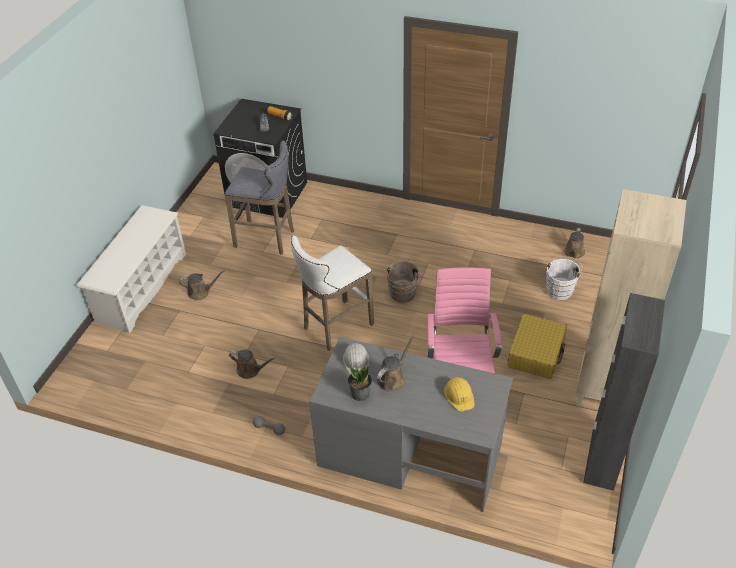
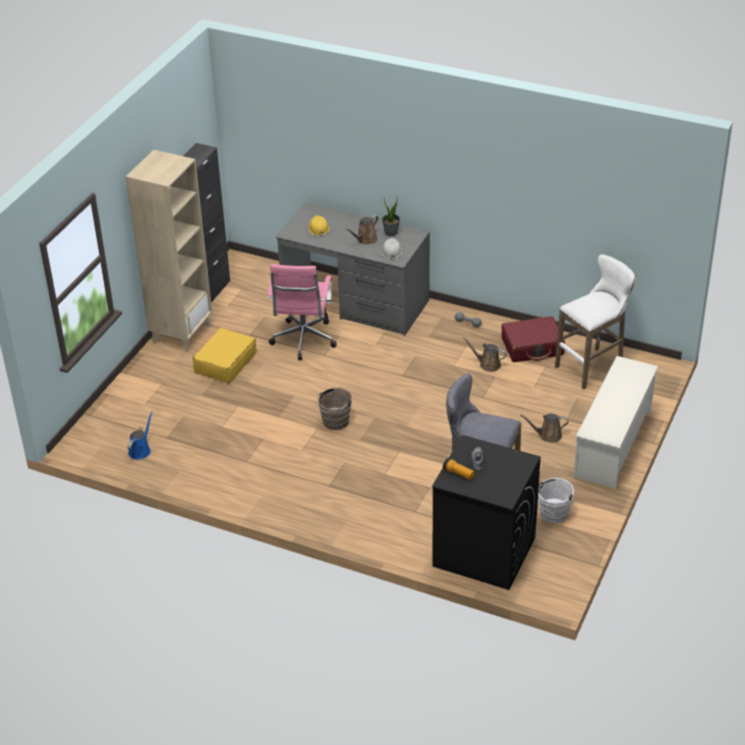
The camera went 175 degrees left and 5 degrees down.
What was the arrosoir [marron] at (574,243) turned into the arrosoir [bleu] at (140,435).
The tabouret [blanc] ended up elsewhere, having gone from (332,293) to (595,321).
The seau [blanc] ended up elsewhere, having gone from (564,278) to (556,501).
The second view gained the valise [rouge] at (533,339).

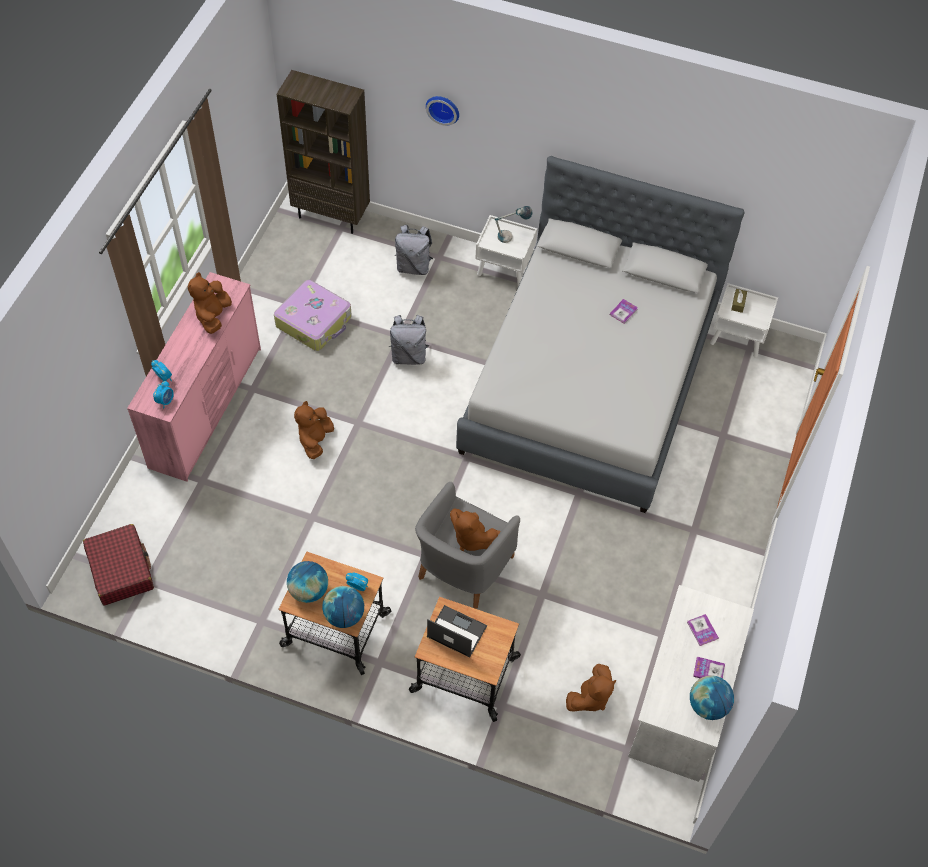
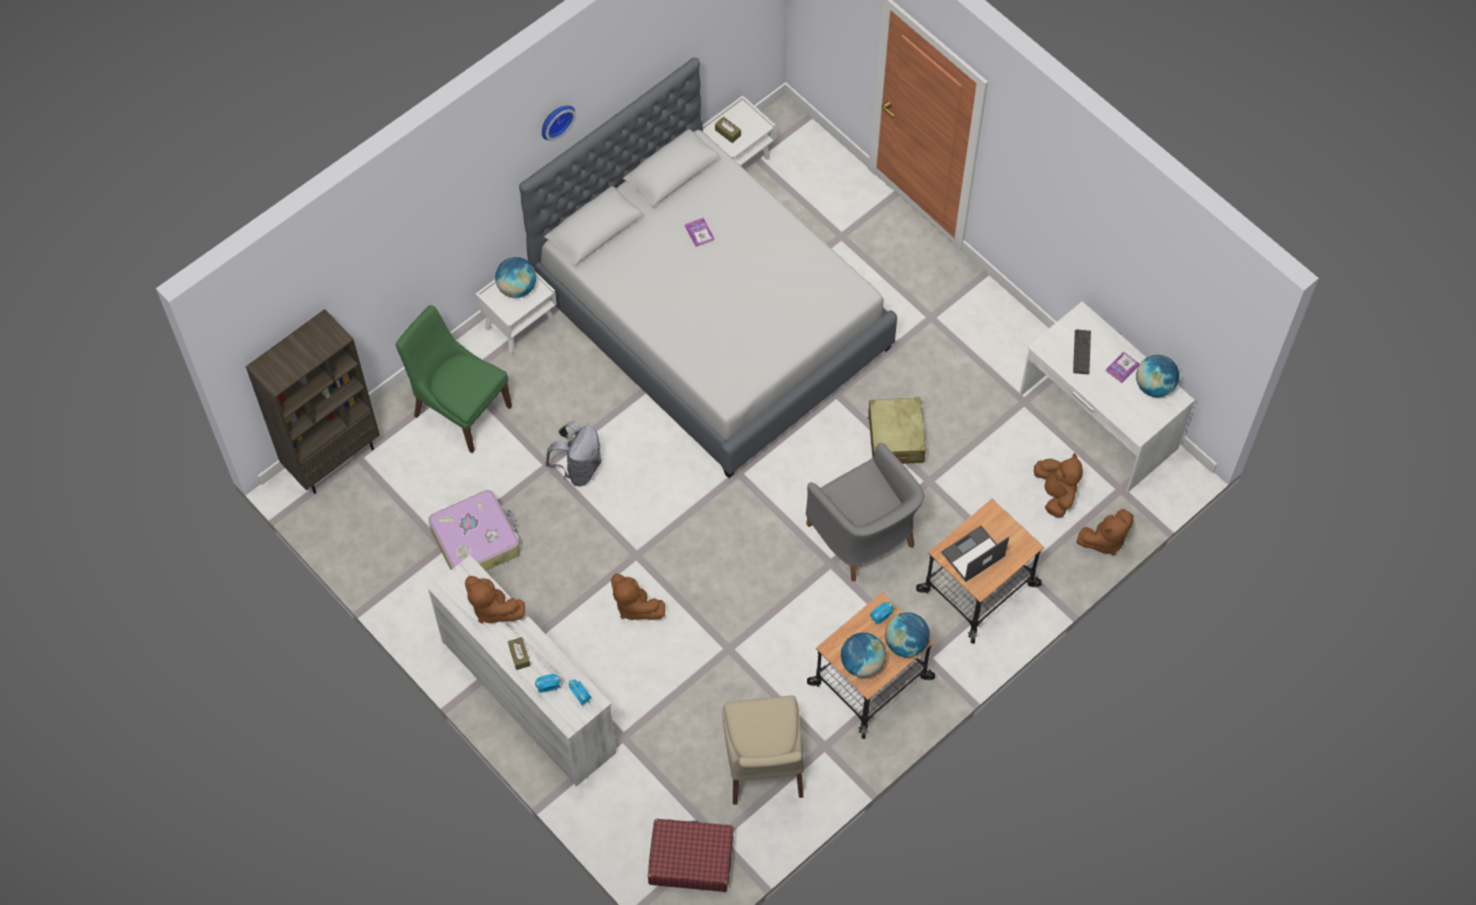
The camera went 60 degrees left and 5 degrees up.
The horloge murale ended up elsewhere, having gone from (442,111) to (559,123).
Where the lampe de table stood at (513,224), the globe came to stand at (515,277).
Where the sac à dos [gris] stood at (414,250), the chaise [vert] came to stand at (454,379).
What was the commode [rose] at (194,377) turned into the commode [blanc] at (522,670).
The peluche [marron] ended up elsewhere, having gone from (475,529) to (1105,532).
Where the livre stood at (703,630), the clavier came to stand at (1082,351).
The second view gained the valise [beige] at (896,430).
The second view gained the boîte à mouchoirs [marron] at (519,653).
The second view gained the chaise [beige] at (763,750).

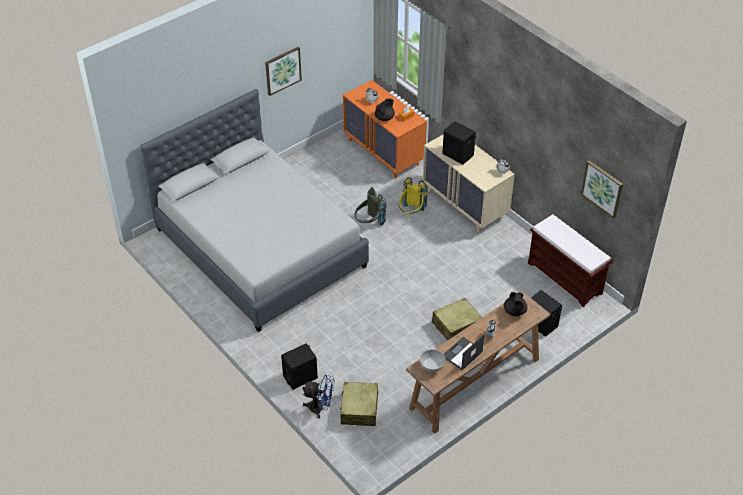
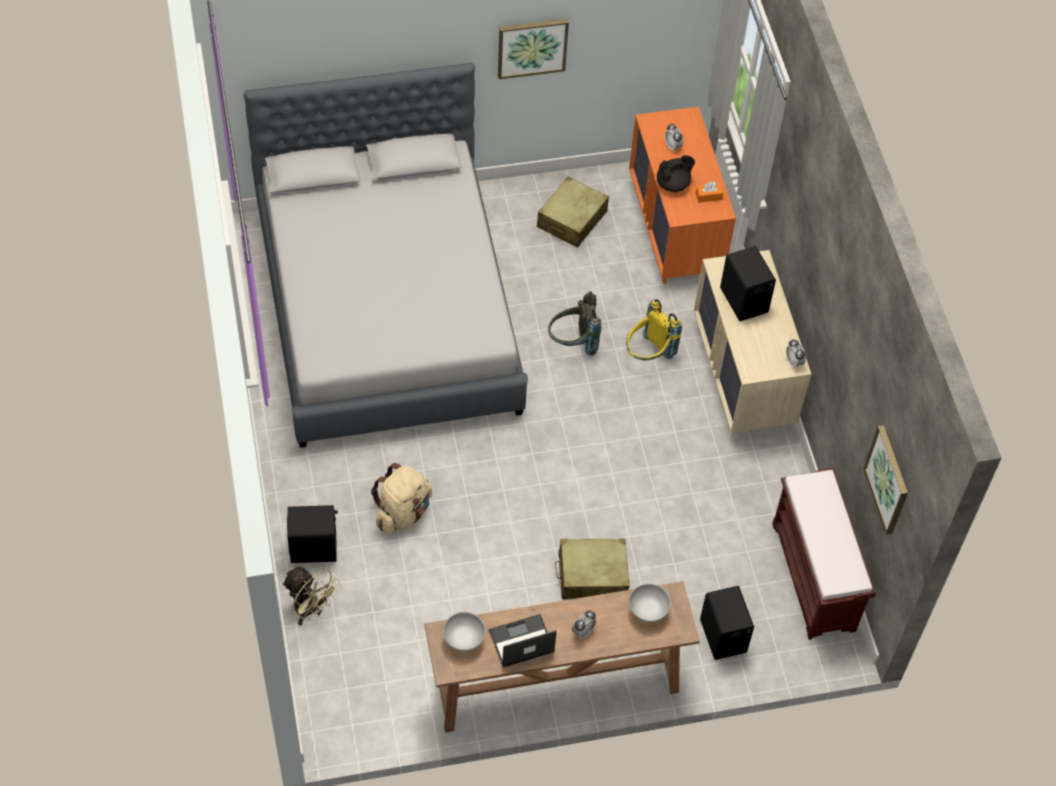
The camera went 25 degrees right and 10 degrees up.
Where the théière [noir] stood at (516,304), the bol [blanc] came to stand at (650,603).
What was the ventilateur [bleu] at (318,396) turned into the ventilateur [beige] at (311,596).
The valise [beige] ended up elsewhere, having gone from (359,404) to (573,212).
The second view gained the sac à dos [beige] at (401,498).

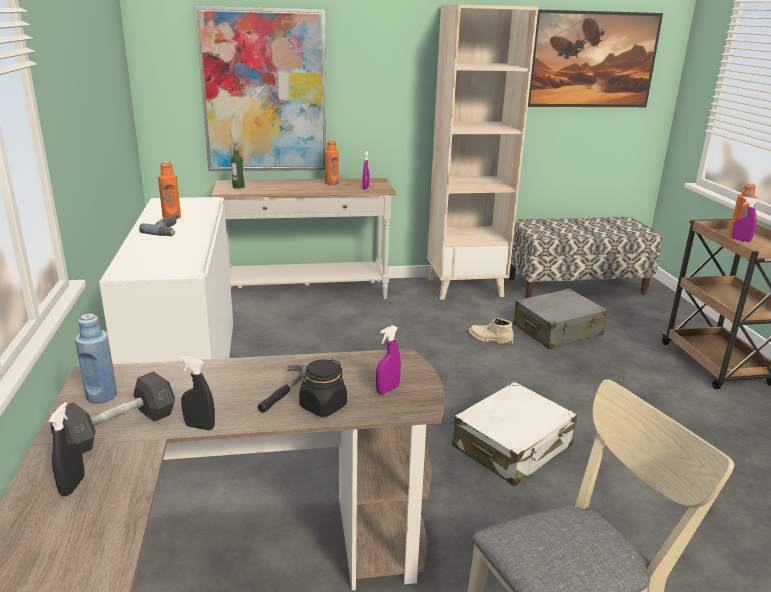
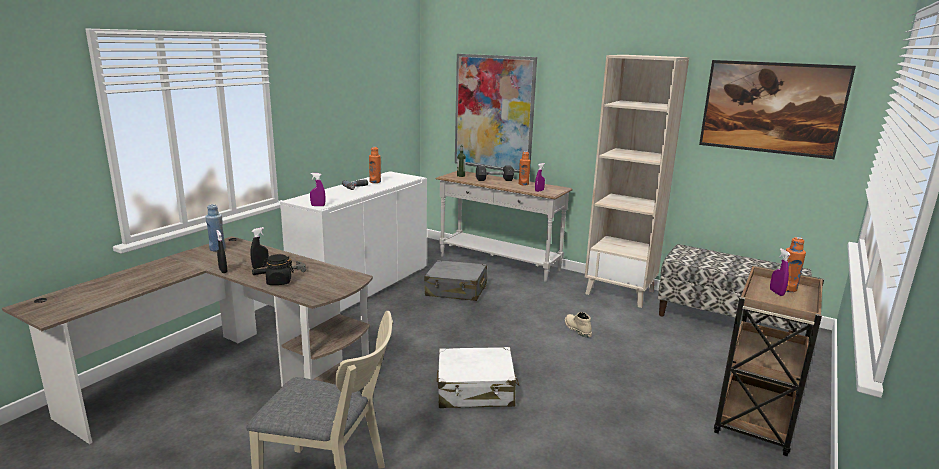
The camera went 40 degrees right and 5 degrees down.
The valise [gris] ended up elsewhere, having gone from (560,318) to (455,280).
The vaporisateur [violet] ended up elsewhere, having gone from (388,359) to (317,189).
The haltère [gris] ended up elsewhere, having gone from (113,412) to (495,173).
The vaporisateur [noir] ended up elsewhere, having gone from (66,449) to (259,248).

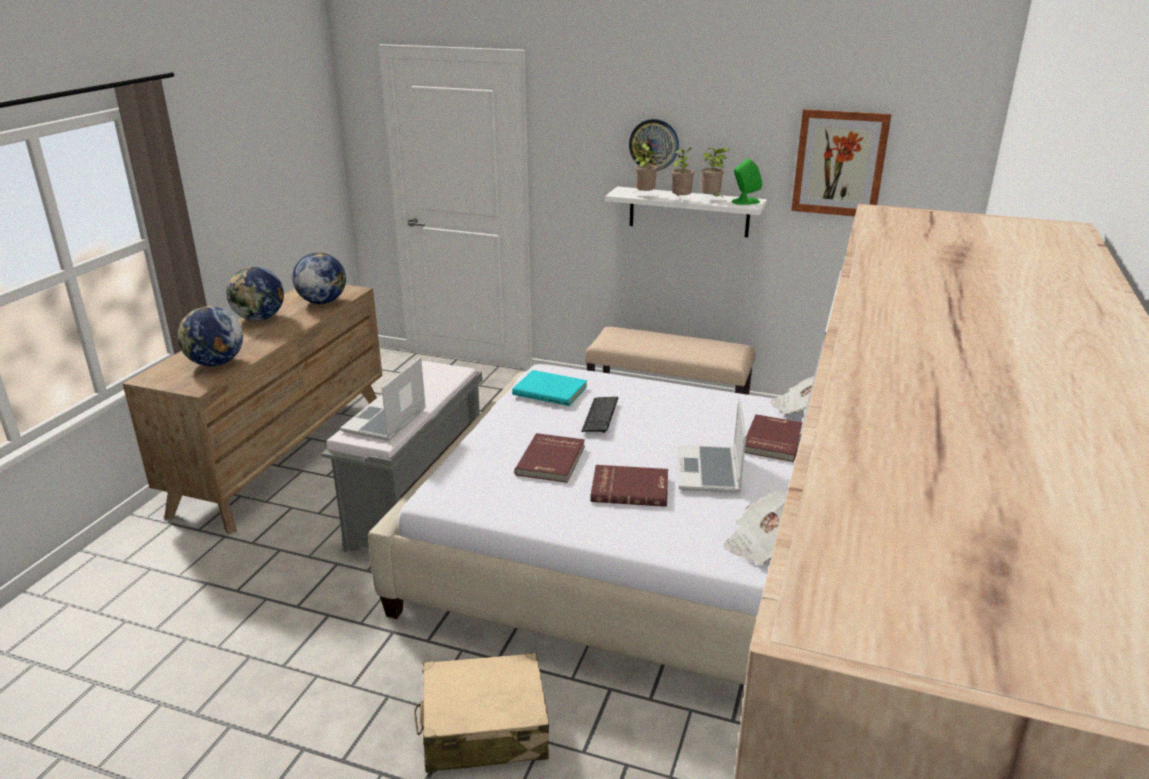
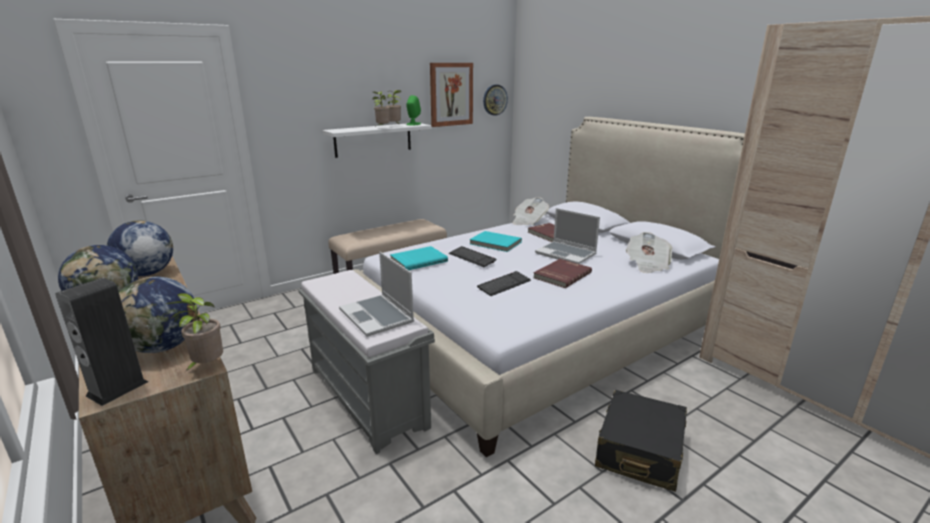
The camera went 55 degrees left and 5 degrees down.
The horloge murale ended up elsewhere, having gone from (654,145) to (495,100).
The plante en pot ended up elsewhere, having gone from (644,168) to (194,332).
Where the livre [rouge] stood at (549,458), the clavier came to stand at (504,283).
What was the valise [beige] at (481,713) turned into the valise [noir] at (641,441).
The second view gained the livre [turquoise] at (495,241).
The second view gained the enceinte at (102,342).

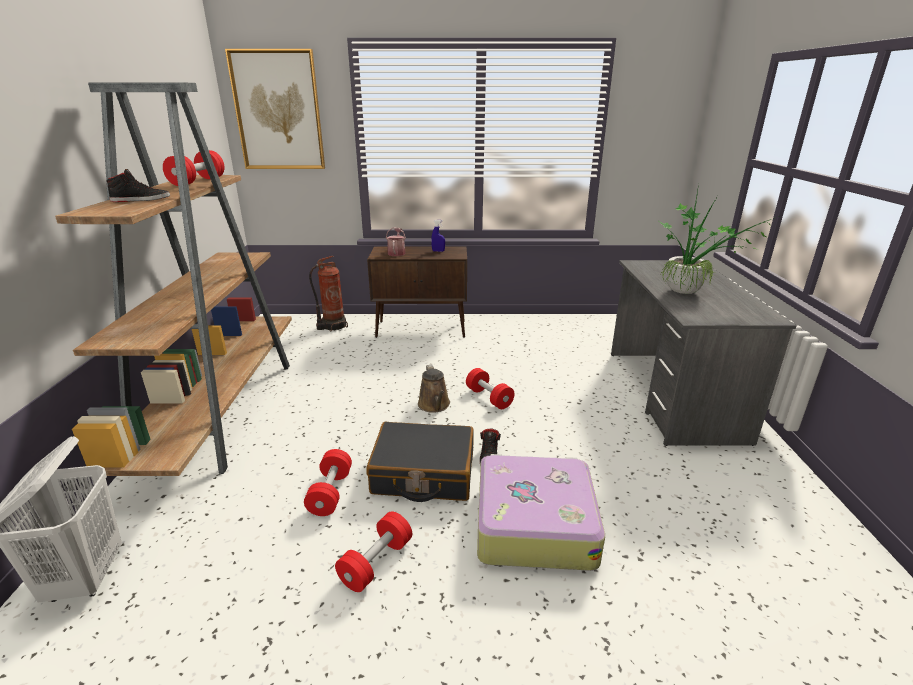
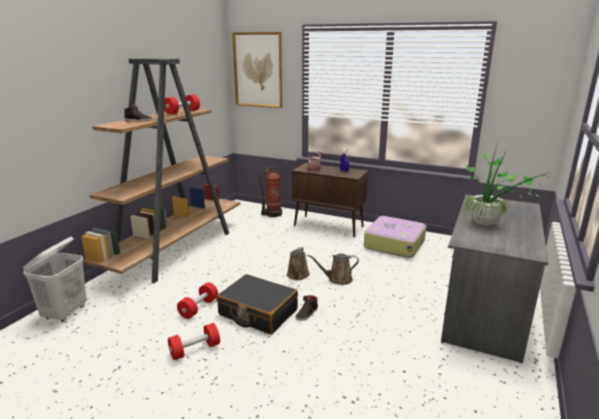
The camera went 25 degrees right and 5 degrees down.
Where the haltère [rouge] stood at (490,388), the arrosoir [marron] came to stand at (333,269).
The valise ended up elsewhere, having gone from (541,512) to (395,237).

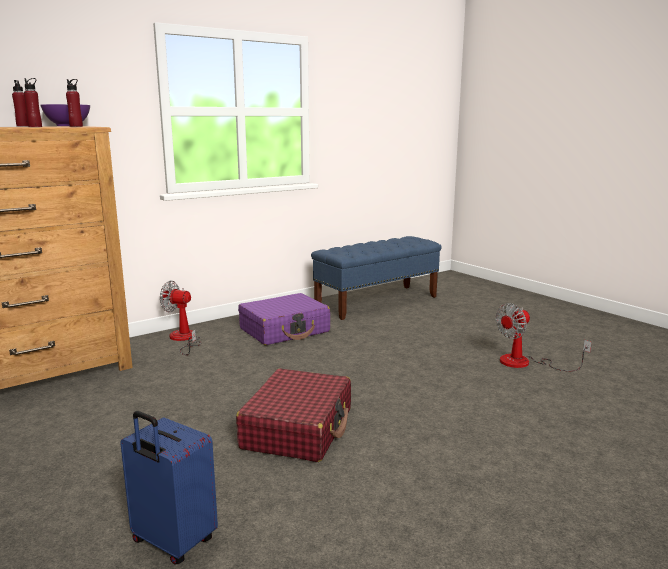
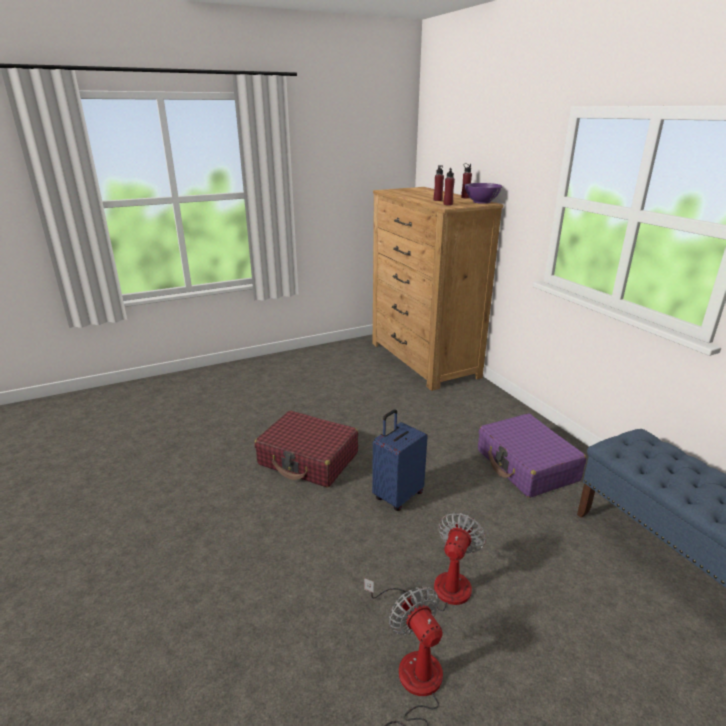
The camera went 100 degrees right and 10 degrees up.
The ventilateur ended up elsewhere, having gone from (180,318) to (425,561).
The valise [bleu] ended up elsewhere, having gone from (169,488) to (400,460).

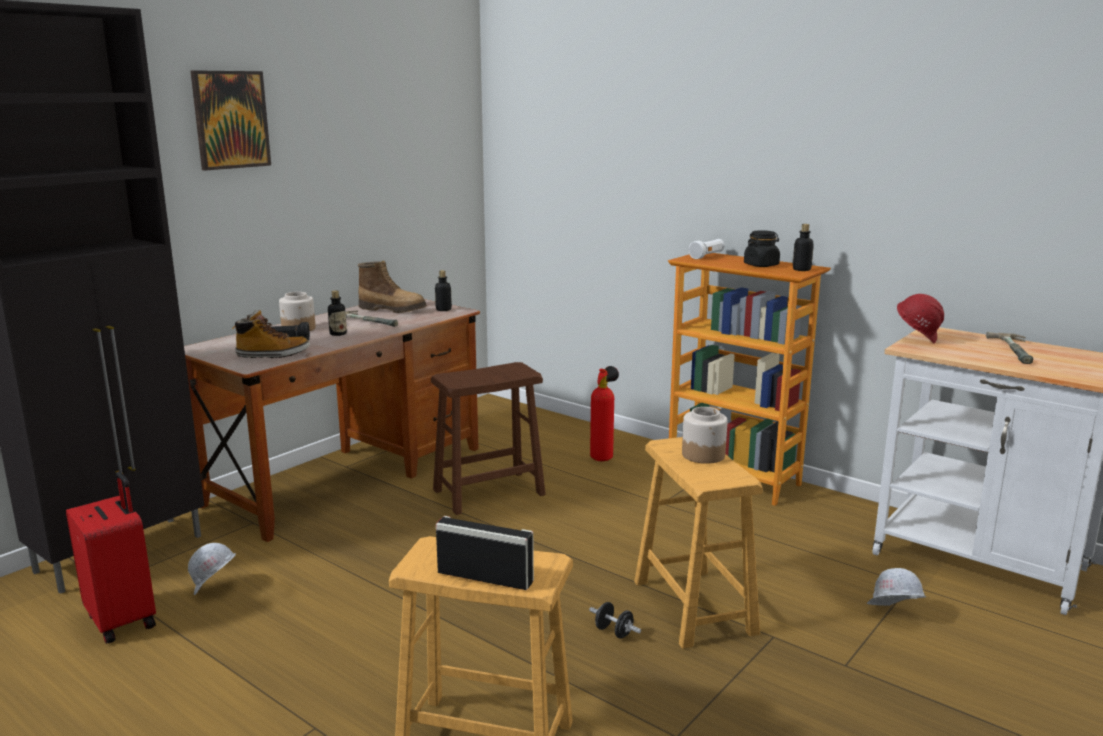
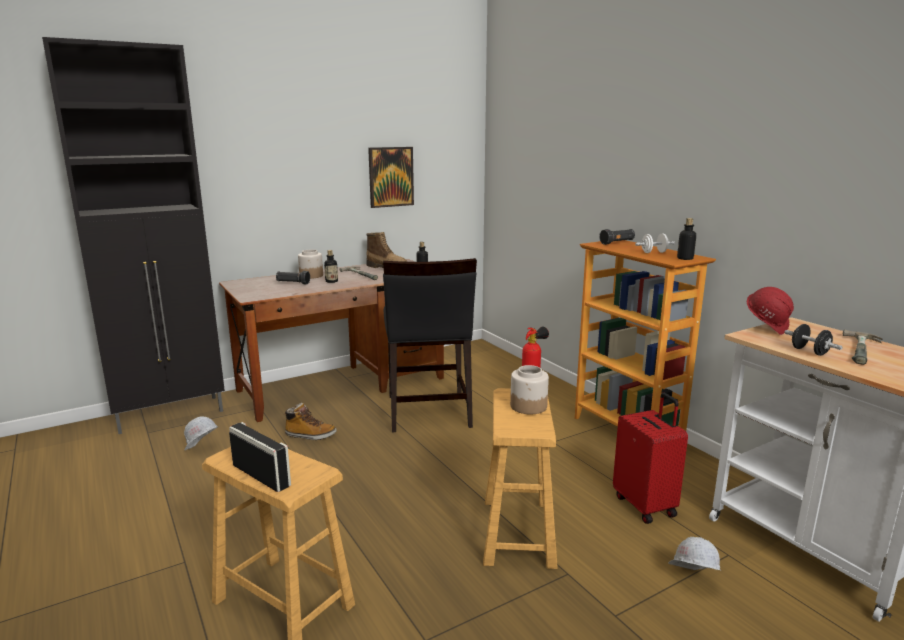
The camera went 20 degrees right and 0 degrees up.
The tableau ended up elsewhere, having gone from (231,120) to (391,177).
Where the bocal [noir] stood at (762,248), the haltère [blanc] came to stand at (655,243).
What was the lampe de poche [blanc] at (706,249) turned into the lampe de poche [noir] at (617,237).
The botte ended up elsewhere, having gone from (271,334) to (310,421).
Where the tabouret [marron] stood at (488,438), the chaise [noir] came to stand at (430,345).
The valise [rouge] ended up elsewhere, having gone from (111,557) to (650,458).
The haltère [noir] ended up elsewhere, having gone from (615,620) to (813,340).

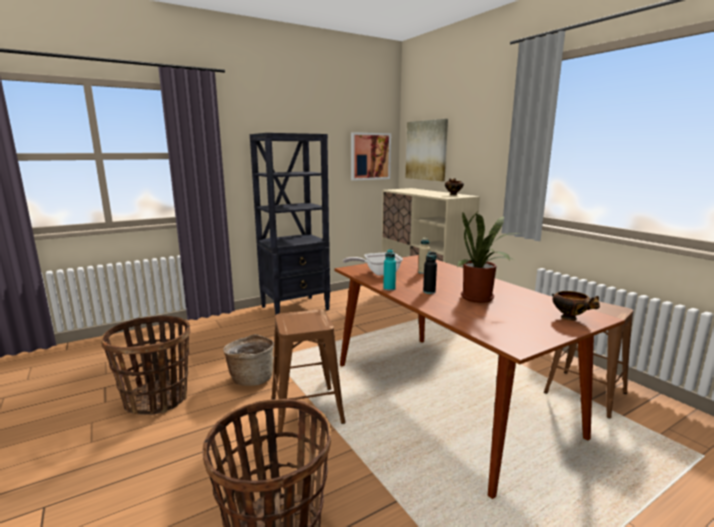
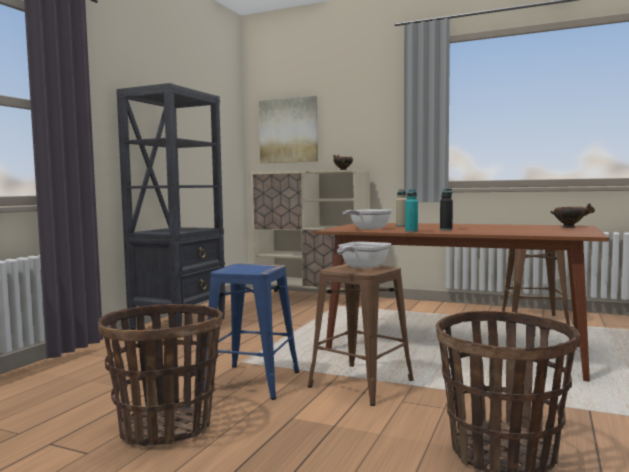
The camera went 35 degrees left and 10 degrees down.
The second view lost the tableau at (371,156).
The second view lost the plante en pot at (489,257).
Where the panier stood at (248,360), the tabouret [bleu] came to stand at (250,332).
The second view gained the poêle at (364,255).

